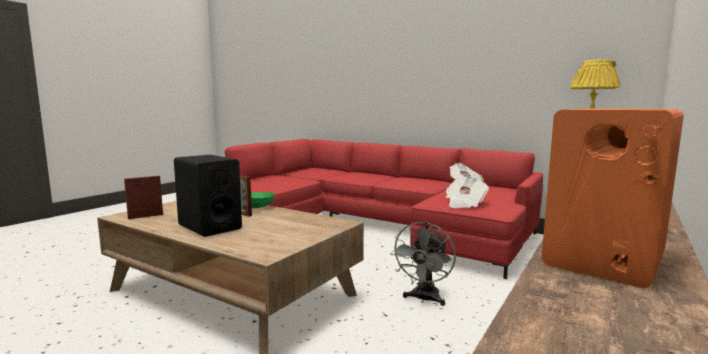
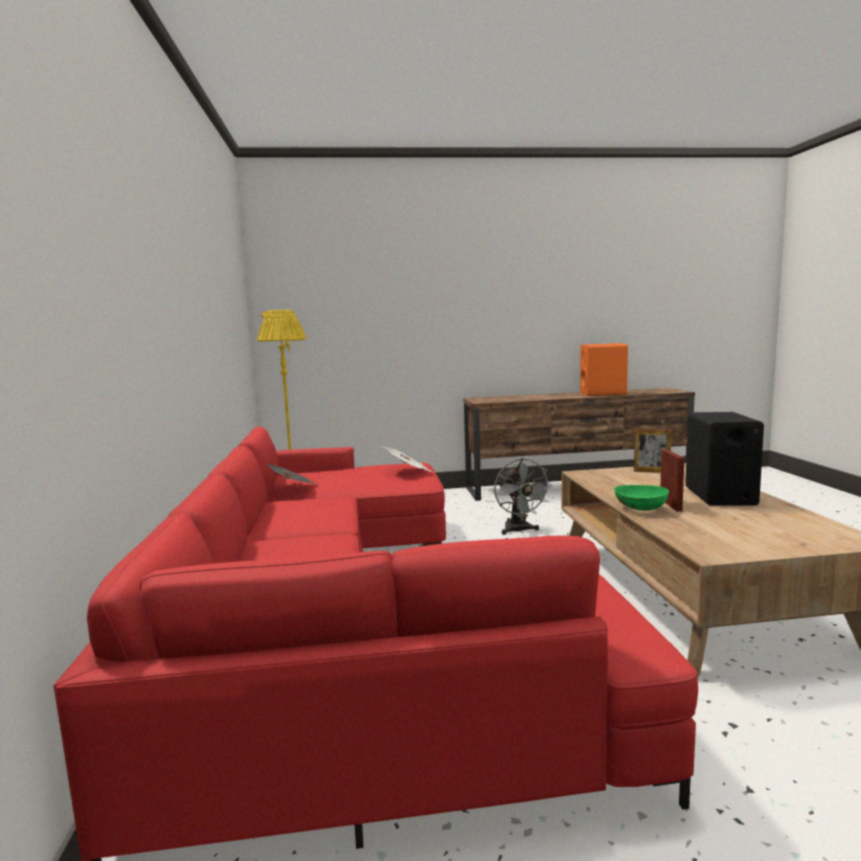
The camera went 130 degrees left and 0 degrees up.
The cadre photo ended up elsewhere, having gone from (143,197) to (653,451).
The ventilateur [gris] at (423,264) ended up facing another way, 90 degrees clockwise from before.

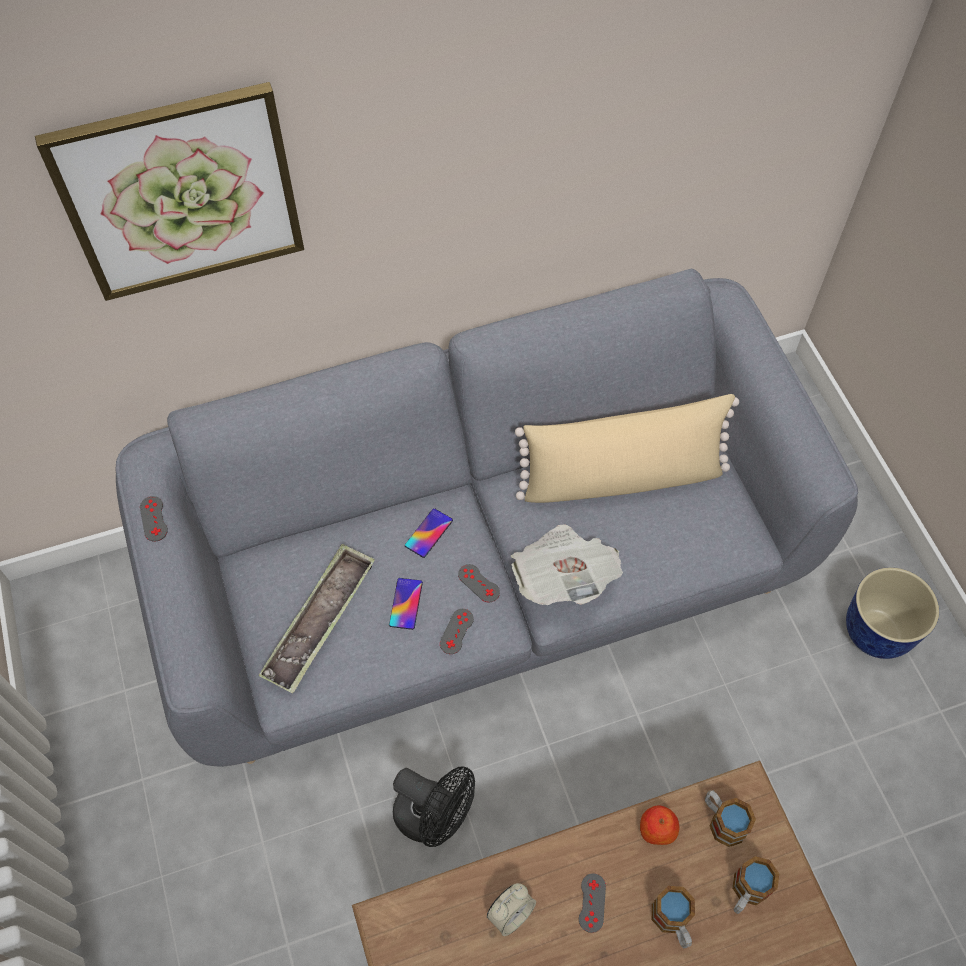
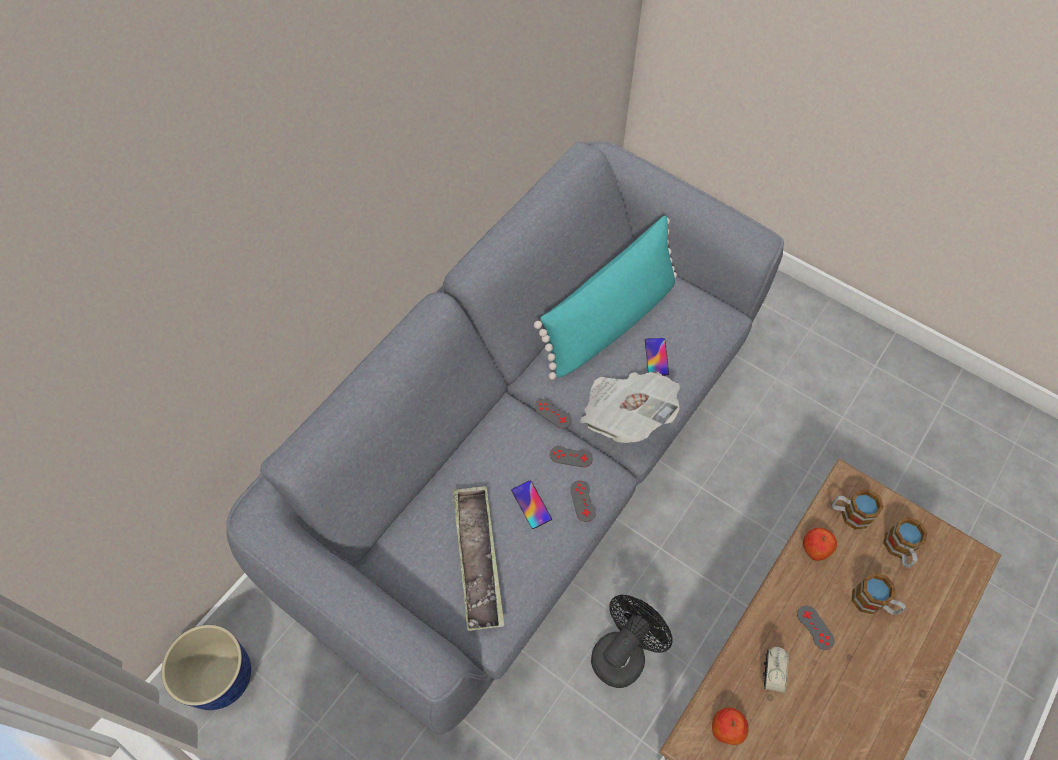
The camera went 35 degrees left and 0 degrees up.
The second view lost the tableau at (169,191).
What was the coussin [beige] at (627,448) turned into the coussin [turquoise] at (605,298).
The manette [gris] ended up elsewhere, having gone from (154,519) to (553,413).
The téléphone ended up elsewhere, having gone from (429,533) to (657,356).
The cache-pot ended up elsewhere, having gone from (892,613) to (206,667).
The ventilateur [noir] at (434,807) ended up facing another way, 45 degrees counterclockwise from before.
The second view gained the pomme at (730,726).

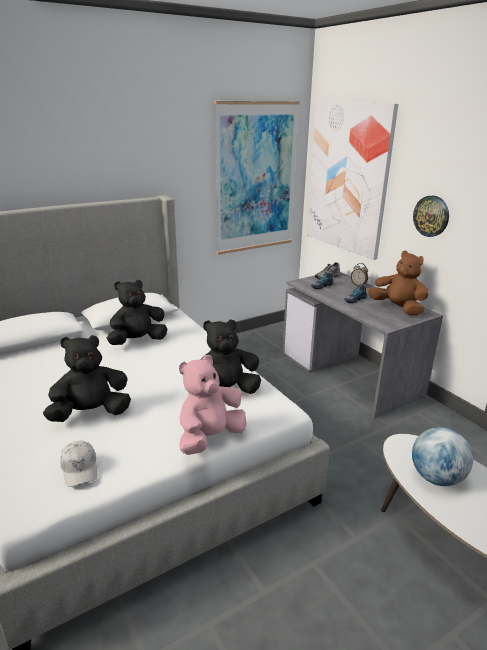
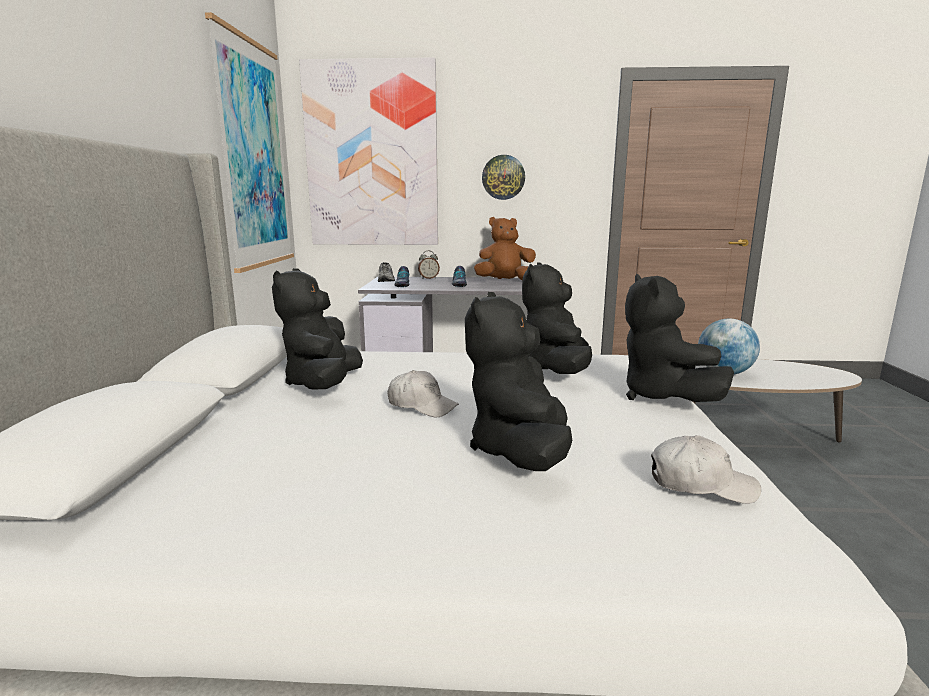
The camera went 55 degrees left and 10 degrees down.
What was the peluche [rose] at (213,405) turned into the peluche [noir] at (679,338).
The second view gained the casquette [blanc] at (423,393).

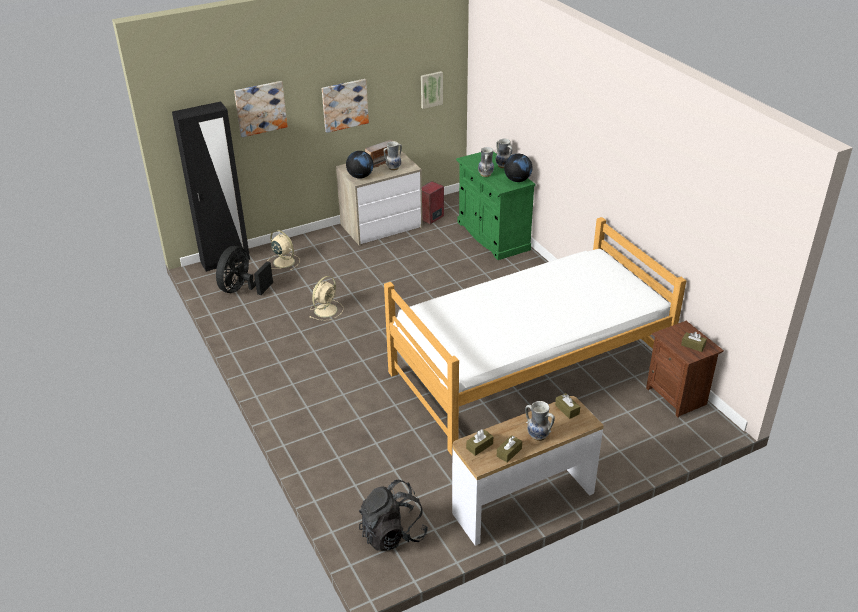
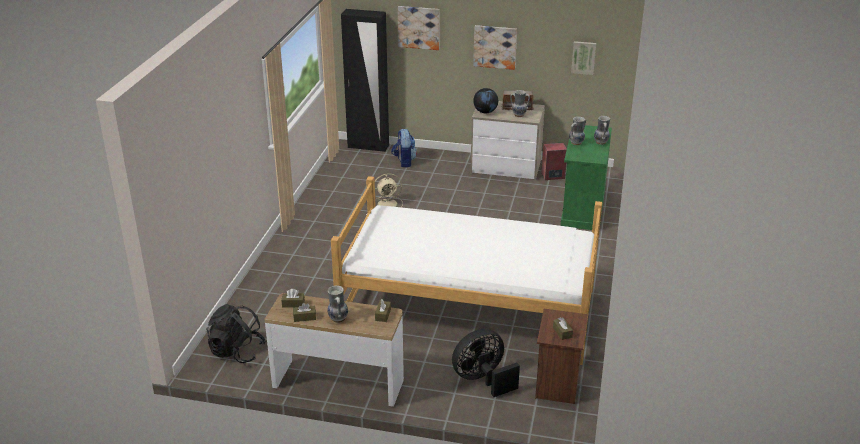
The camera went 40 degrees right and 5 degrees down.
The second view lost the globe at (518,168).
Where the ventilateur [beige] stood at (283,250), the sac à dos came to stand at (404,148).
The ventilateur [noir] ended up elsewhere, having gone from (244,270) to (486,363).

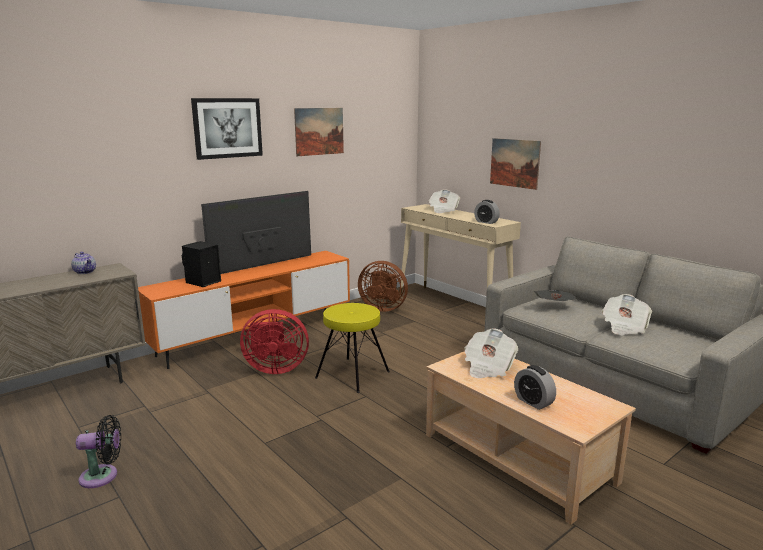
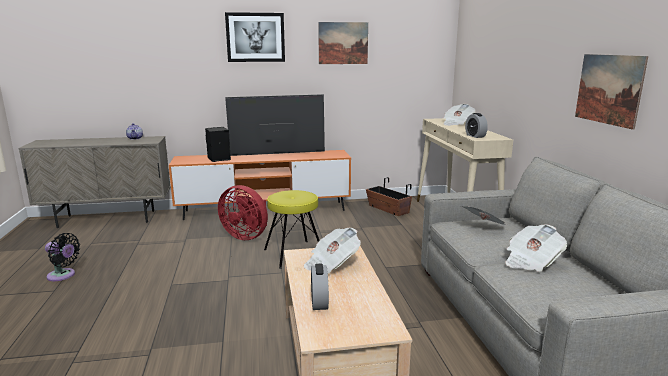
The camera went 30 degrees right and 0 degrees up.
The tableau ended up elsewhere, having gone from (515,164) to (611,92).
Where the ventilateur [marron] stood at (383,286), the cache-pot came to stand at (389,196).

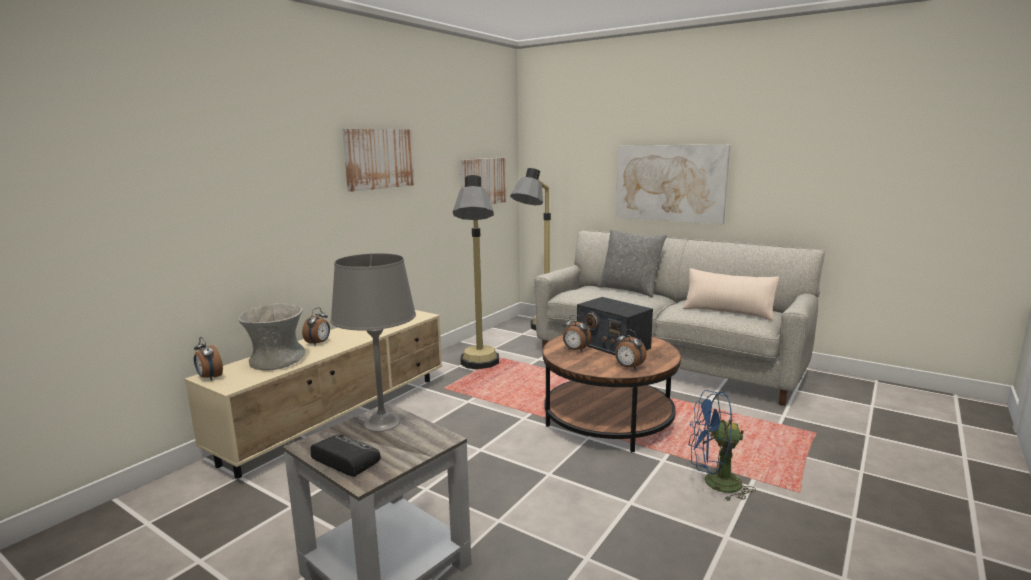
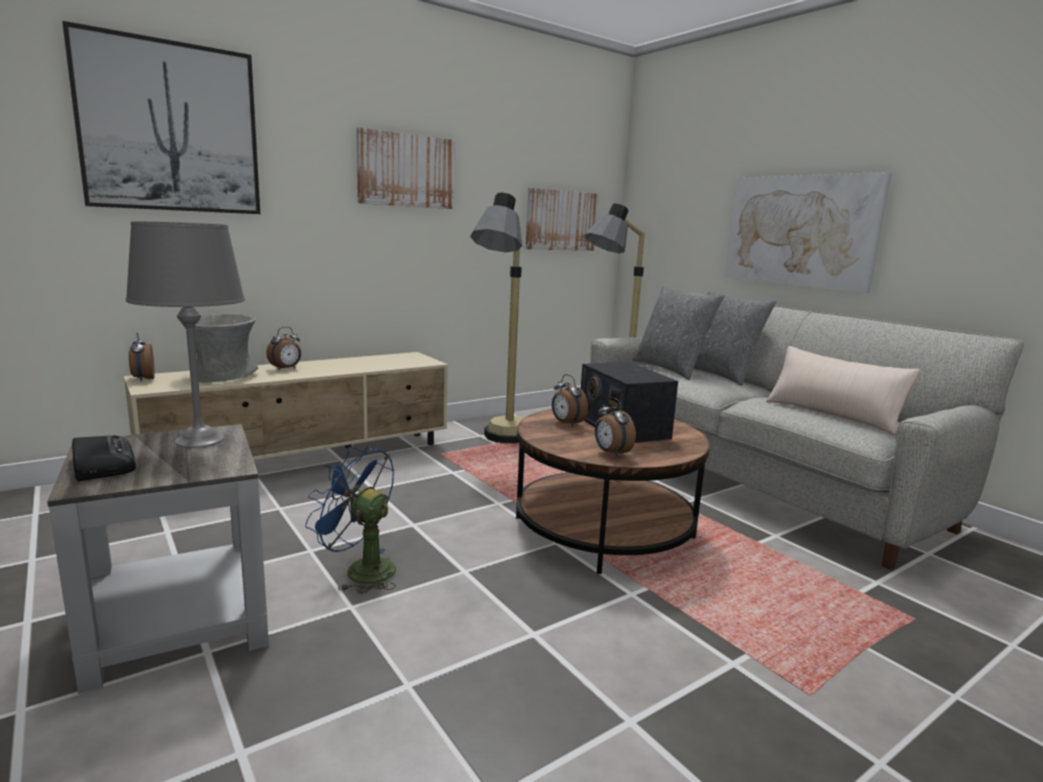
The camera went 20 degrees right and 0 degrees up.
The ventilateur [bleu] ended up elsewhere, having gone from (722,445) to (350,520).
The second view gained the tableau at (161,117).
The second view gained the coussin [gris] at (678,333).

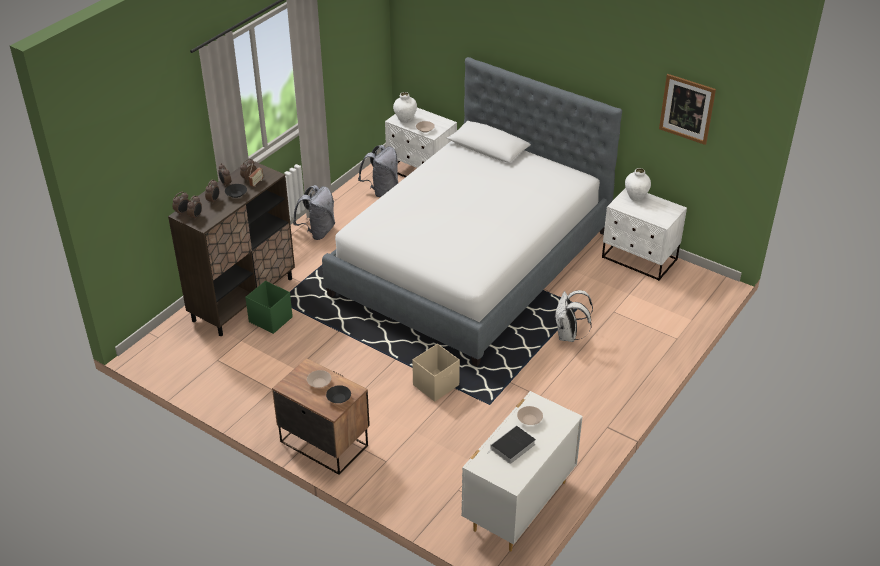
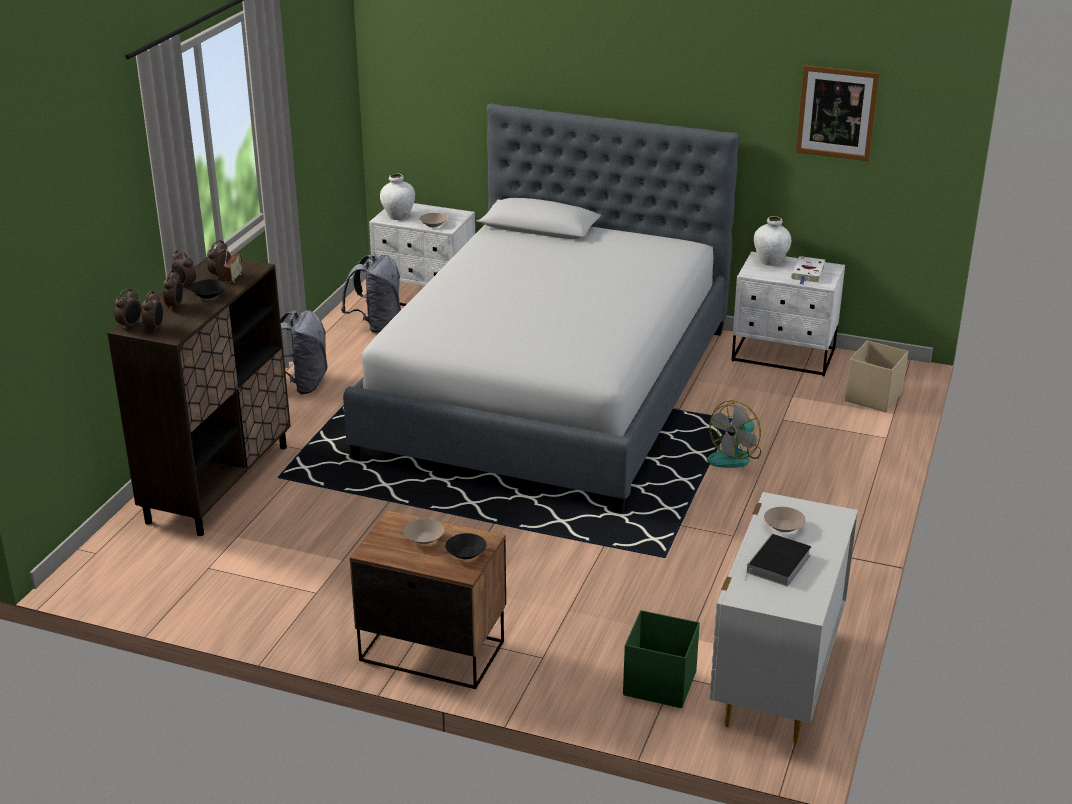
The camera went 15 degrees left and 10 degrees down.
The boîte de rangement [vert] ended up elsewhere, having gone from (269,307) to (661,659).
Where the sac à dos [blanc] stood at (574,316), the ventilateur came to stand at (734,434).
The boîte de rangement [beige] ended up elsewhere, having gone from (436,373) to (876,376).
The second view gained the livre [blanc] at (808,270).

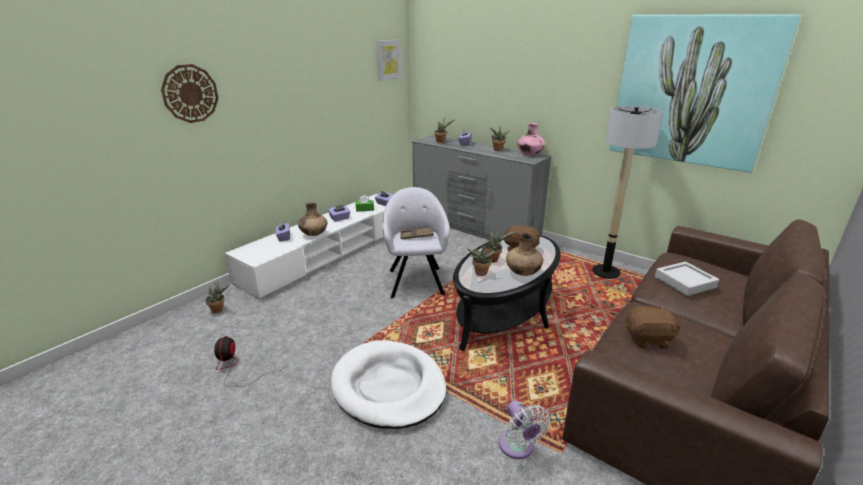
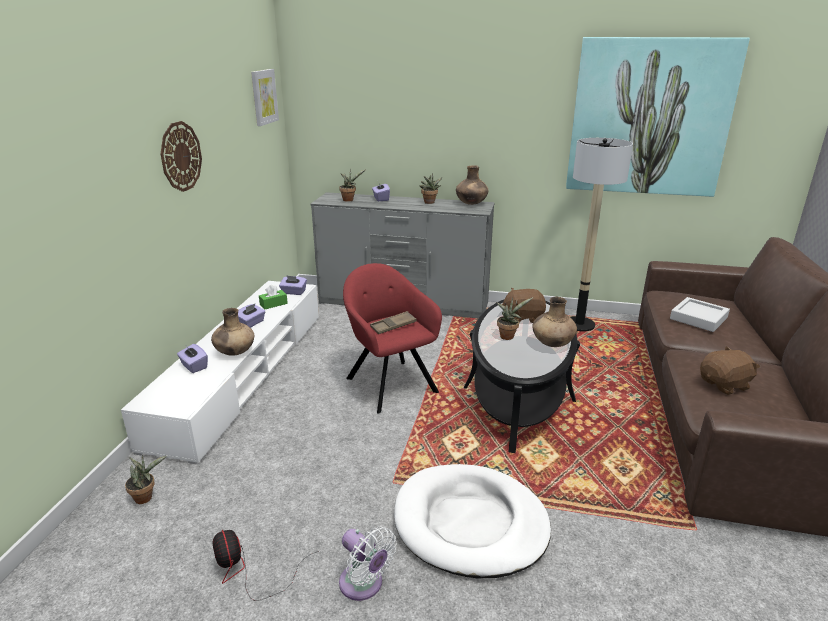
The camera went 25 degrees left and 0 degrees up.
The horloge murale ended up elsewhere, having gone from (189,93) to (181,156).
What was the vase [rose] at (531,139) turned into the vase [marron] at (472,185).
What was the fauteuil [gris] at (416,242) turned into the fauteuil [rouge] at (392,338).
The second view lost the plante en pot at (481,260).
The ventilateur [blanc] ended up elsewhere, having gone from (524,429) to (368,563).

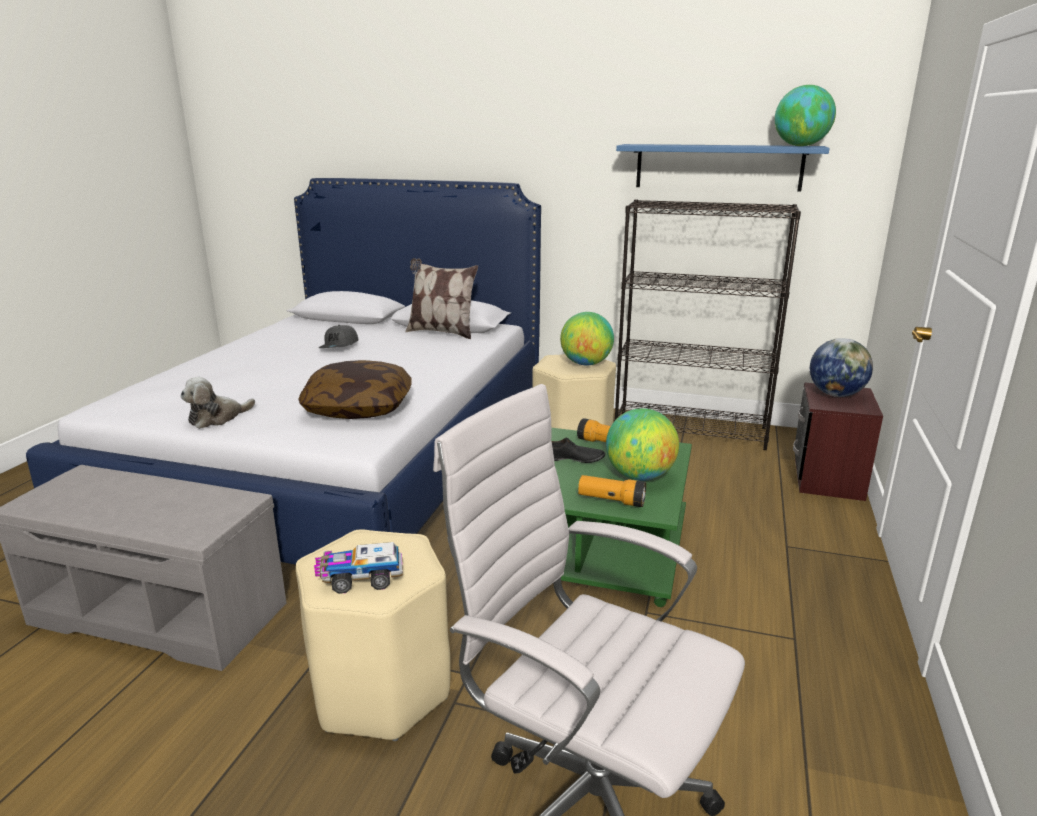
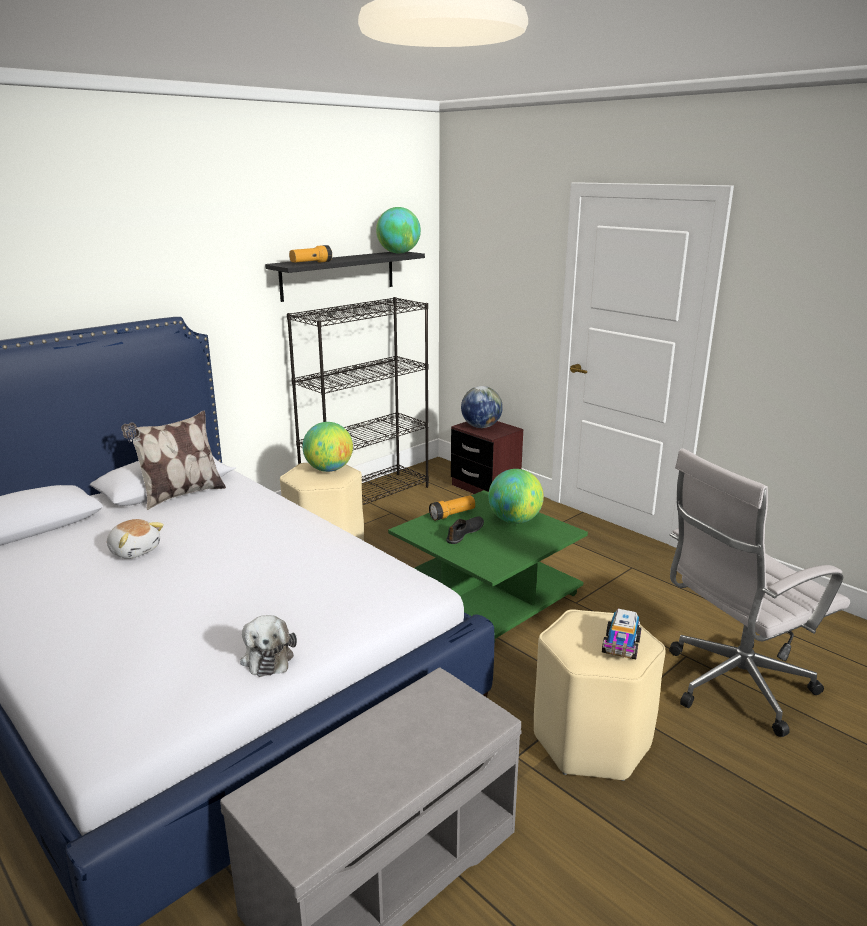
The camera went 60 degrees left and 0 degrees up.
What was the étagère [bleu] at (722,167) turned into the étagère [noir] at (345,277).
Where the casquette [gris] stood at (339,336), the peluche came to stand at (135,539).
The second view lost the coussin at (355,389).
The lampe de poche ended up elsewhere, having gone from (612,491) to (310,254).

